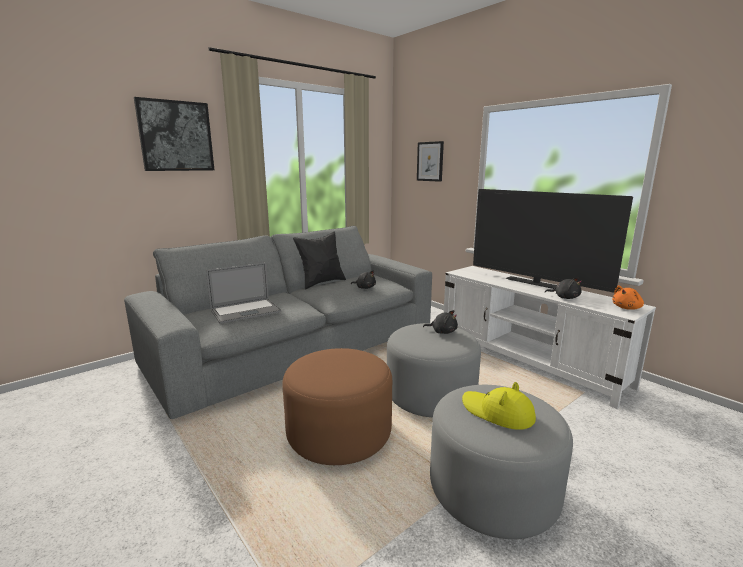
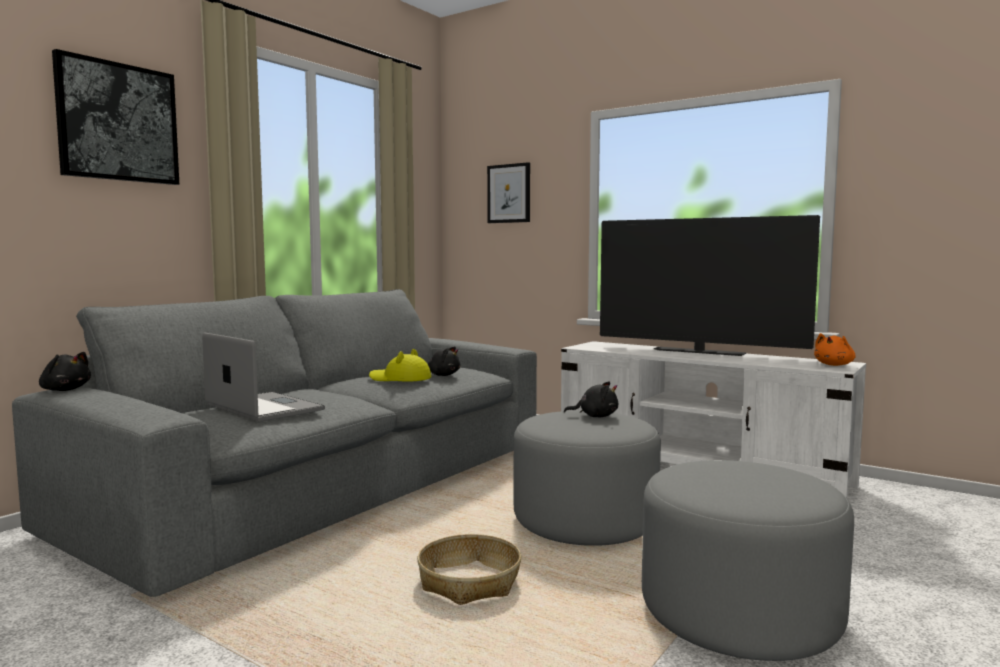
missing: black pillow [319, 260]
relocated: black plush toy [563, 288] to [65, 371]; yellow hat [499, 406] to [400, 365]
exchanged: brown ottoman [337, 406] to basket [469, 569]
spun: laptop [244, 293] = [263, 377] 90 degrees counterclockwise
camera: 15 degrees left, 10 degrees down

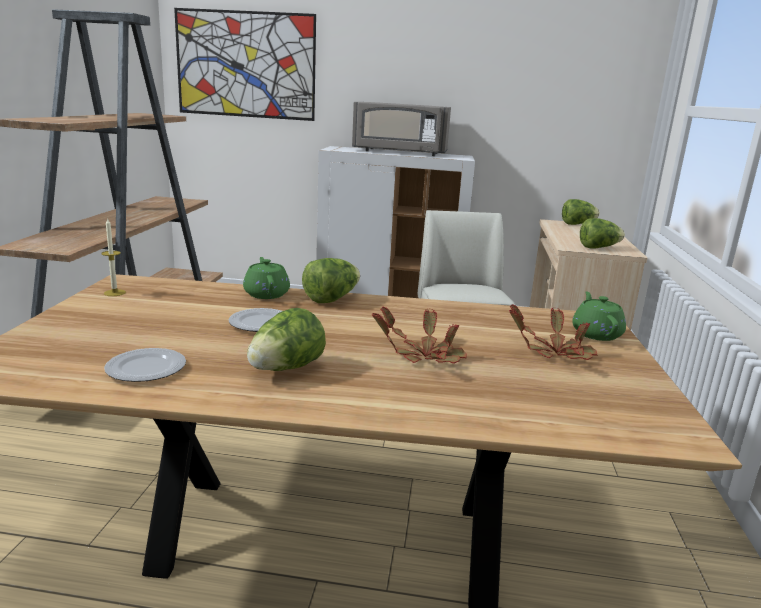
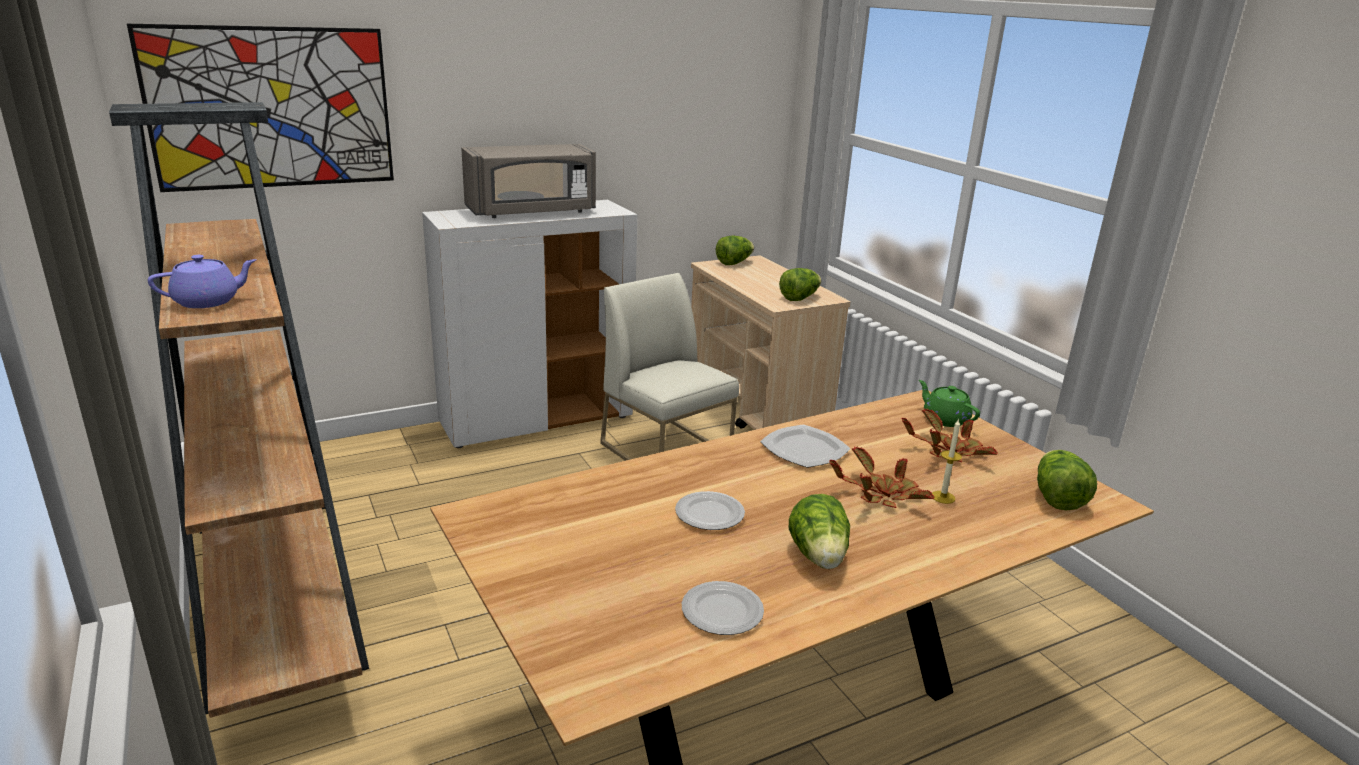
missing: green teapot [266, 278]
appeared: purple teapot [202, 281]; plate [805, 446]
relocated: candle [113, 257] to [947, 461]; lettuce [331, 280] to [1067, 480]
camera: 35 degrees left, 5 degrees up

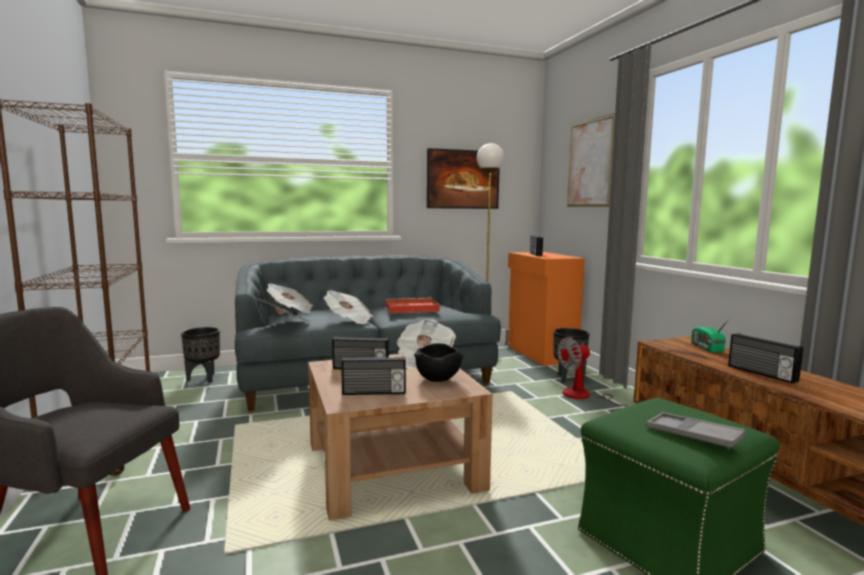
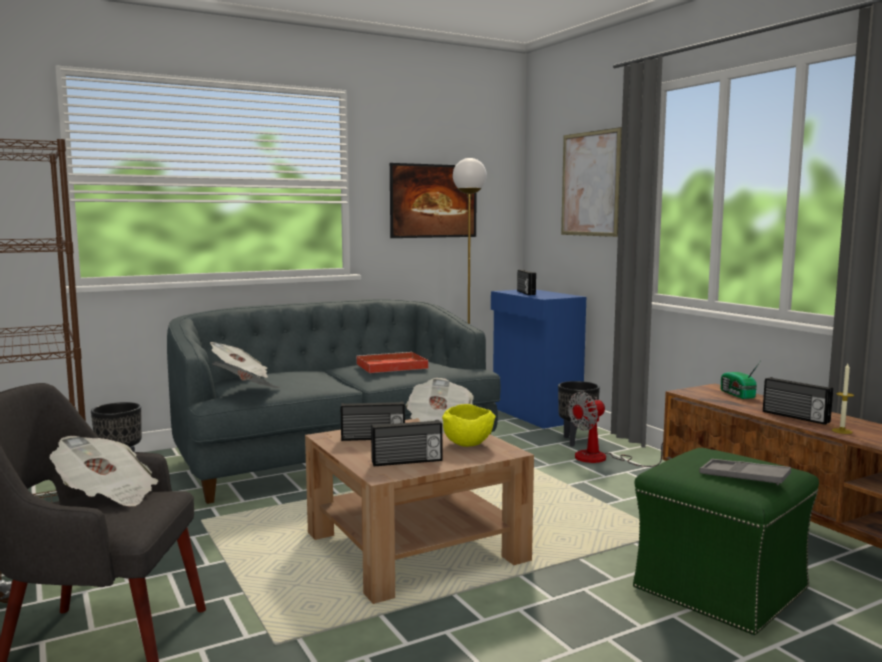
appeared: candle [843, 399]
relocated: newspaper [348, 307] to [104, 471]
colour: orange cabinet [545, 309] to blue cabinet [538, 359]; black bowl [438, 362] to yellow bowl [469, 425]
camera: 10 degrees left, 0 degrees up

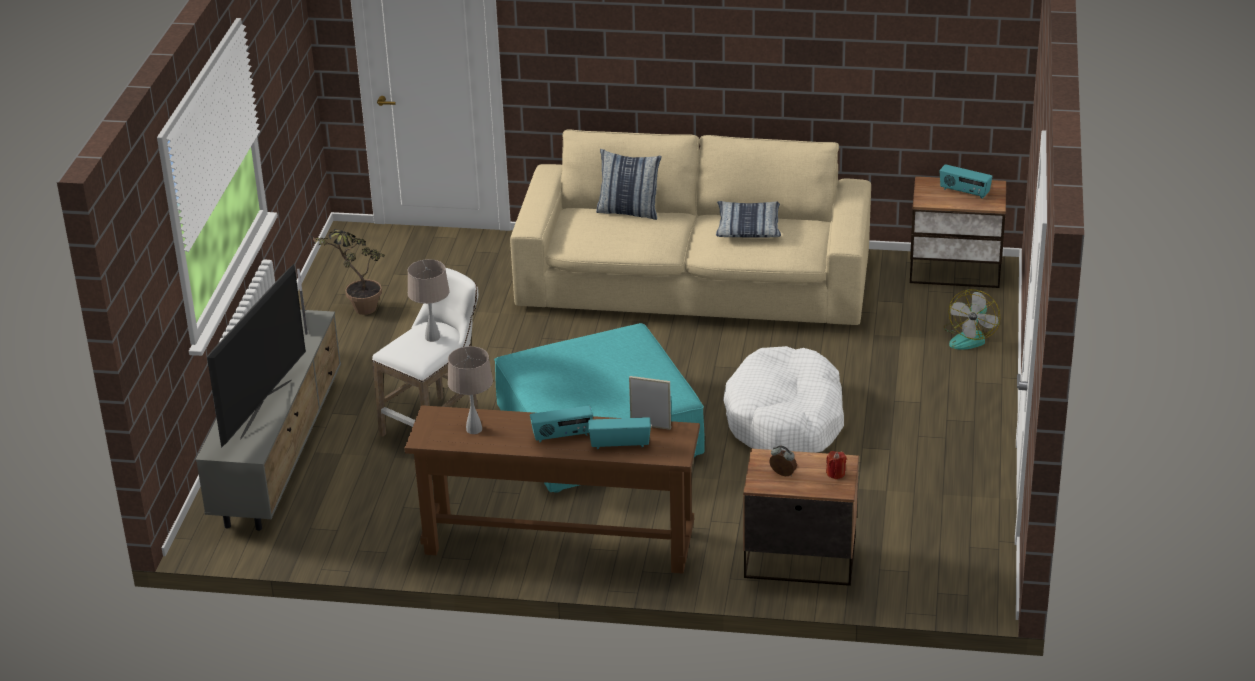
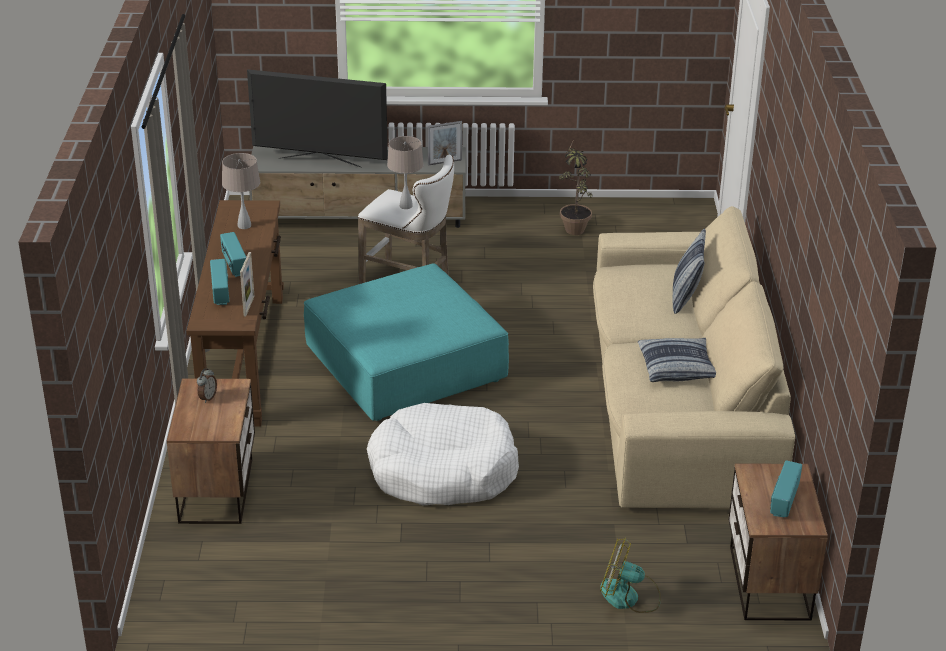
missing: red candle [836, 465]
camera: 80 degrees right, 0 degrees up

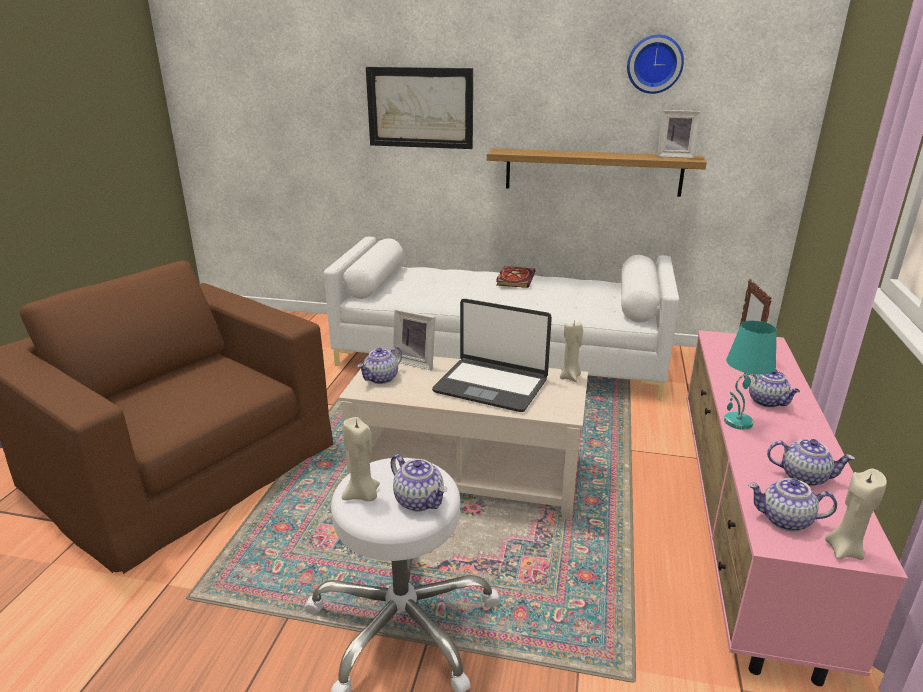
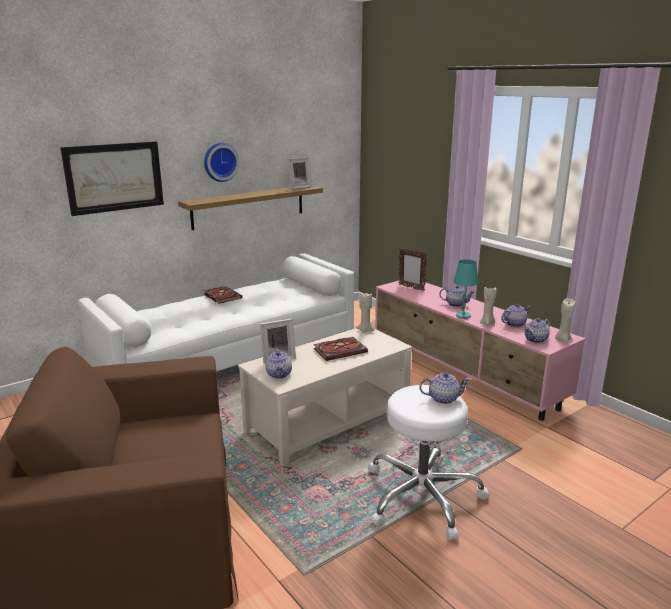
relocated: wall clock [655, 64] to [221, 162]; beige candle [361, 459] to [488, 306]
exchanged: laptop [492, 355] to book [340, 349]
camera: 50 degrees left, 5 degrees down

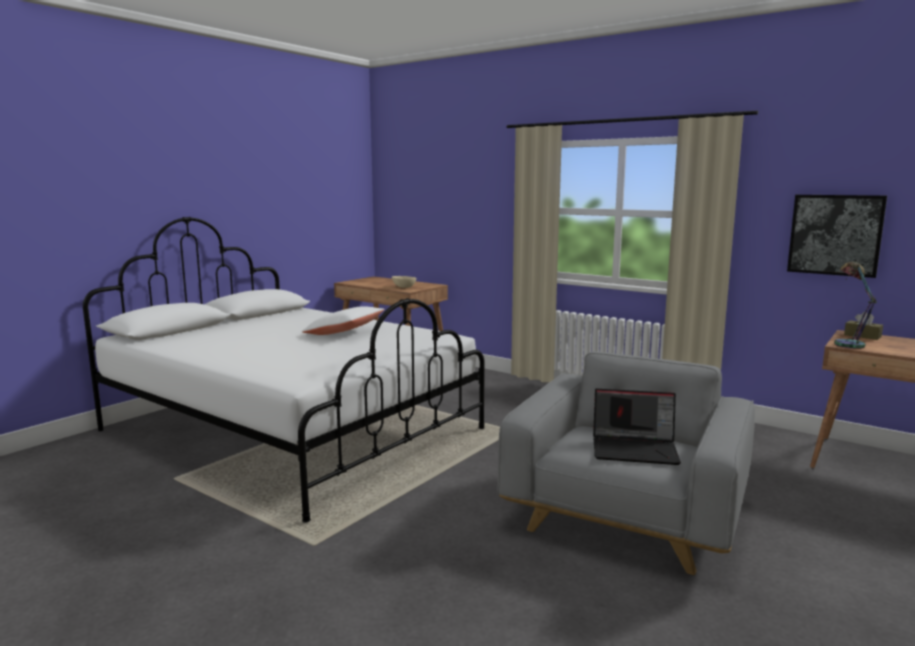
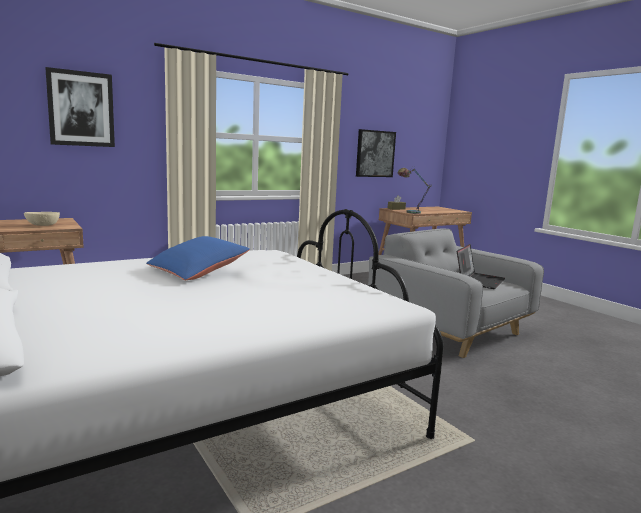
appeared: picture [80, 107]
colour: white pillow [343, 320] to blue pillow [198, 258]
camera: 70 degrees left, 0 degrees up

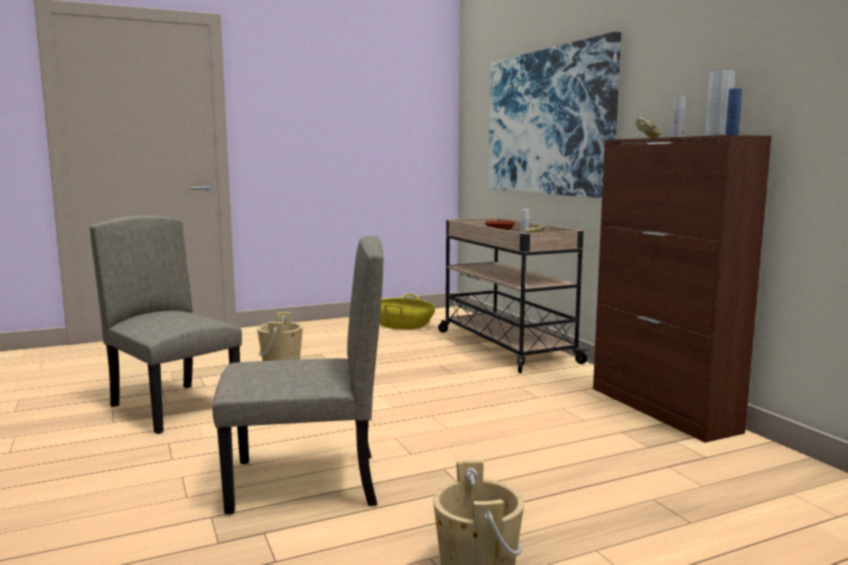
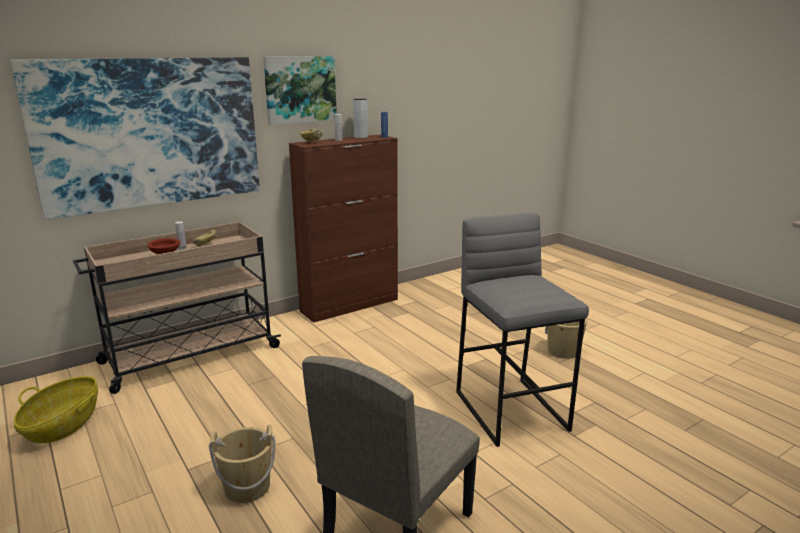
appeared: picture [300, 90]
exchanged: beige chair [298, 375] to grey stool [522, 330]
camera: 100 degrees left, 10 degrees up

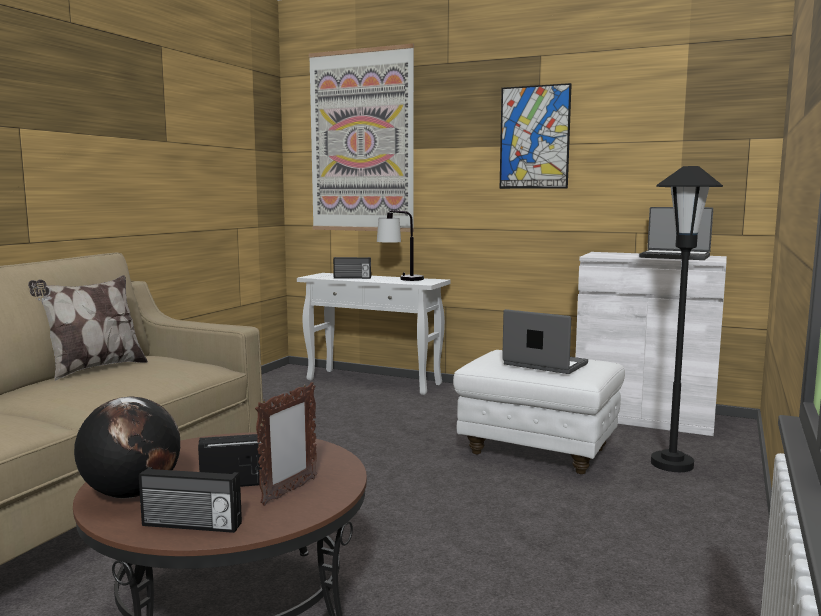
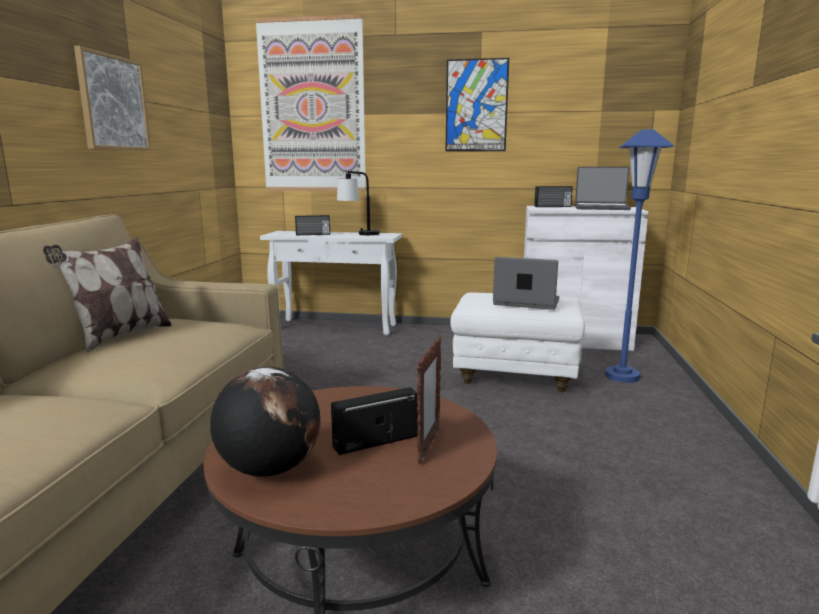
appeared: picture [112, 98]
relocated: radio [190, 500] to [553, 196]
colour: black floor lamp [687, 319] to blue floor lamp [639, 256]
camera: 15 degrees left, 5 degrees up

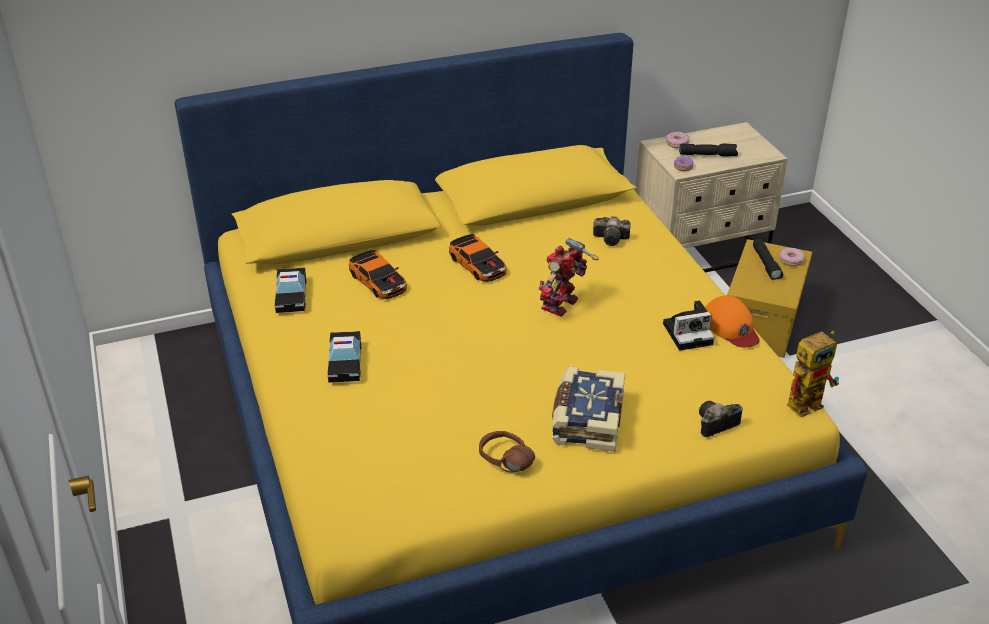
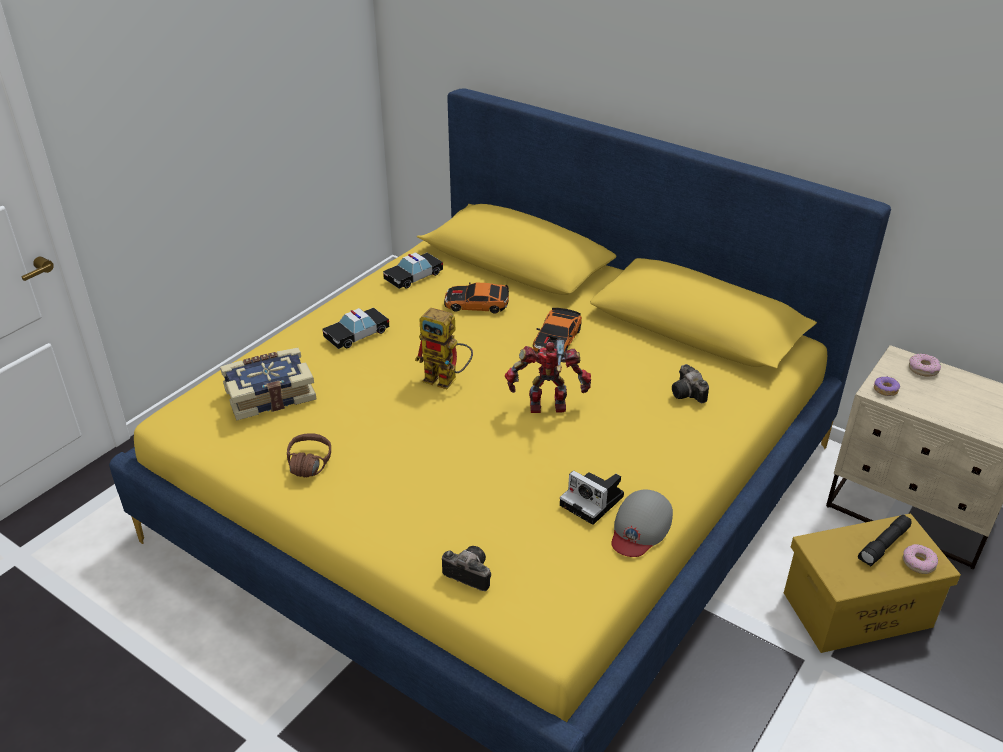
missing: black flashlight [708, 150]
relocated: toy robot [813, 374] to [444, 348]; book [589, 409] to [268, 384]
colour: orange cap [732, 321] to grey cap [642, 523]
spun: toy car [378, 274] = [476, 298] 75 degrees clockwise
camera: 55 degrees right, 0 degrees up

